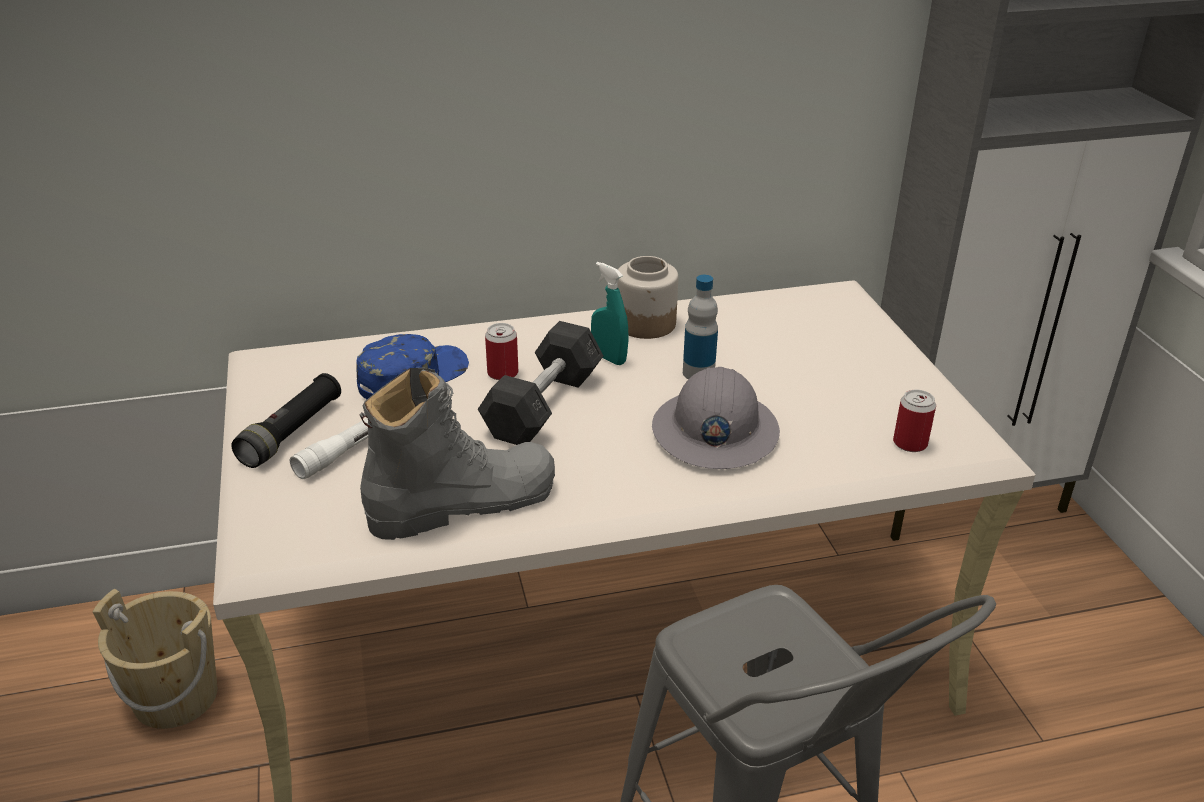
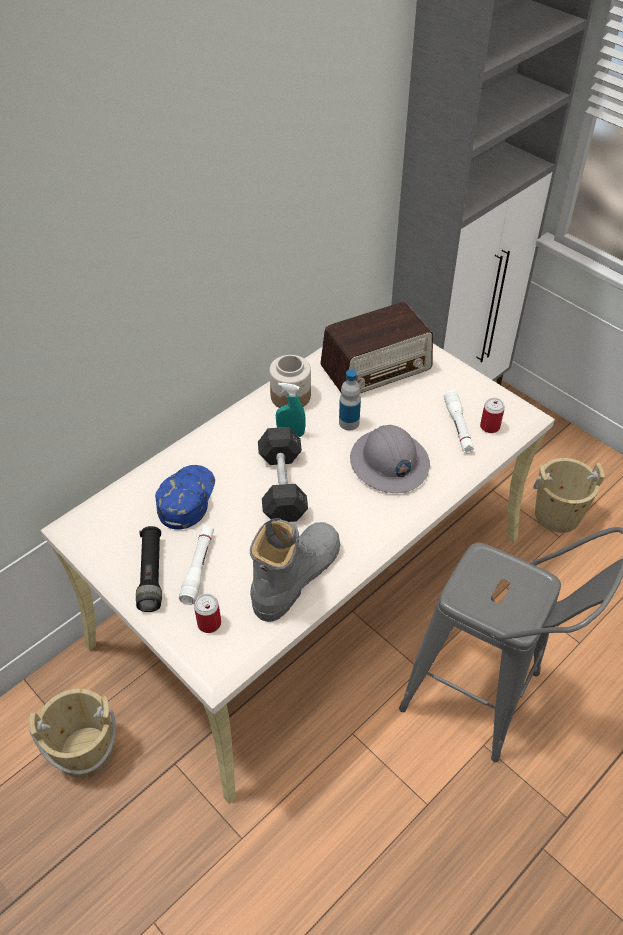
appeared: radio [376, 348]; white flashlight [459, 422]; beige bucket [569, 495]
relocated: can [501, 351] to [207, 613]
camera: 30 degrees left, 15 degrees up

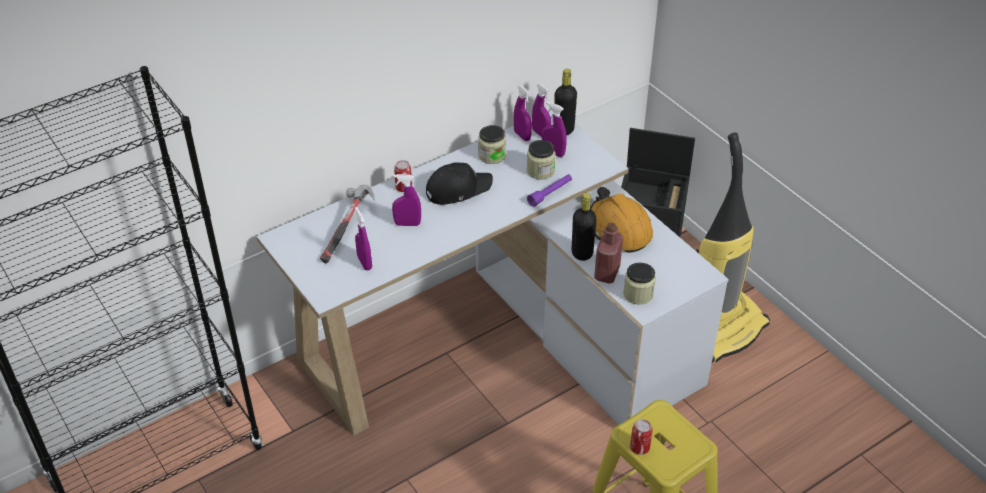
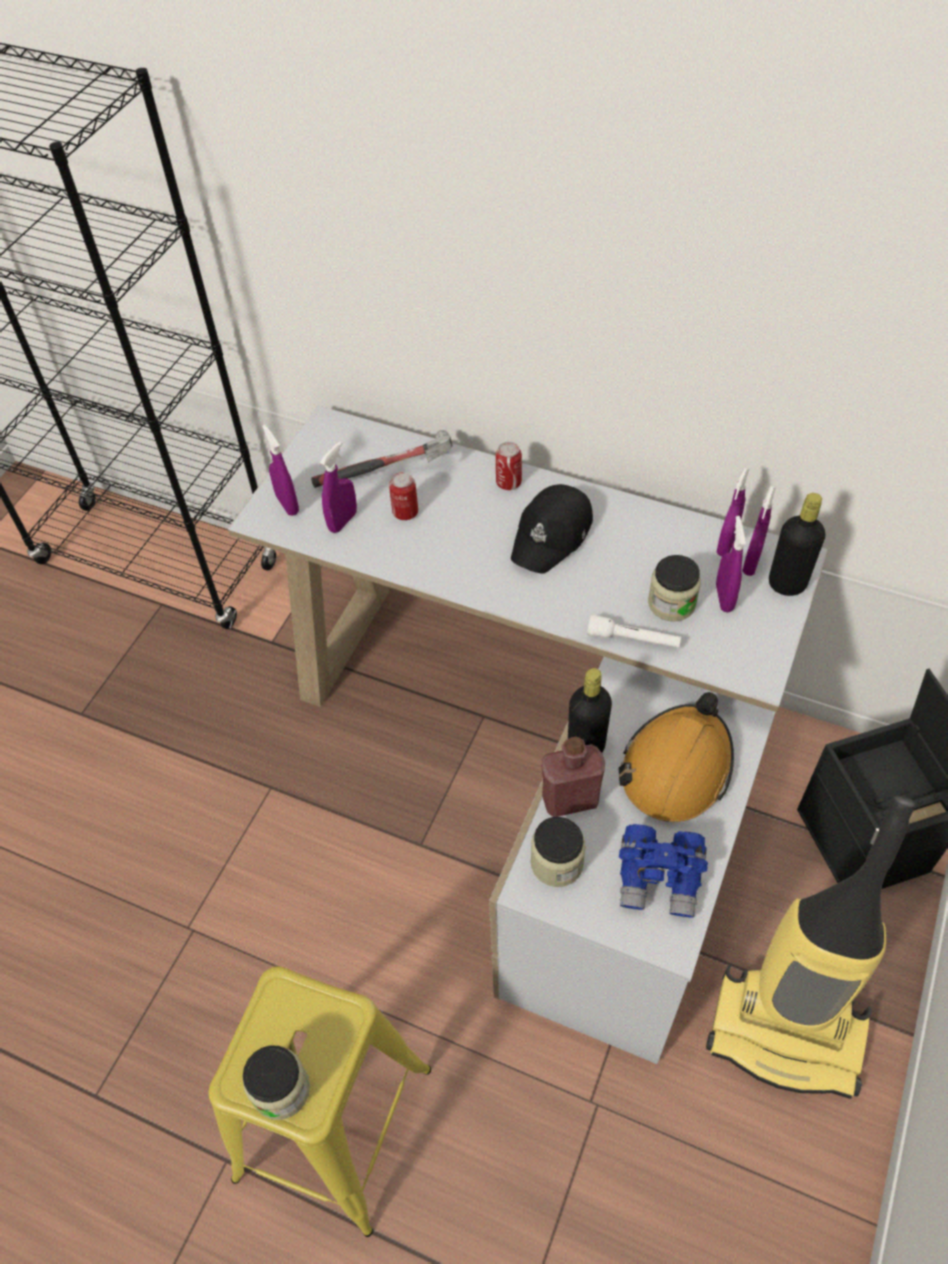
appeared: blue binoculars [663, 871]
relocated: jar [492, 144] to [276, 1082]; purple spray bottle [406, 200] to [280, 470]; can [641, 437] to [403, 496]
colour: purple flashlight [549, 190] to white flashlight [634, 631]
spun: black cap [459, 184] = [552, 529] 90 degrees clockwise
camera: 60 degrees right, 10 degrees up

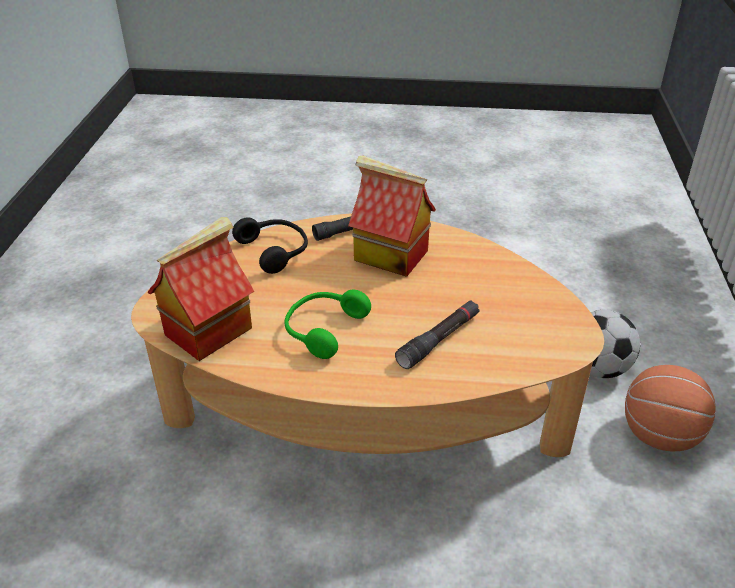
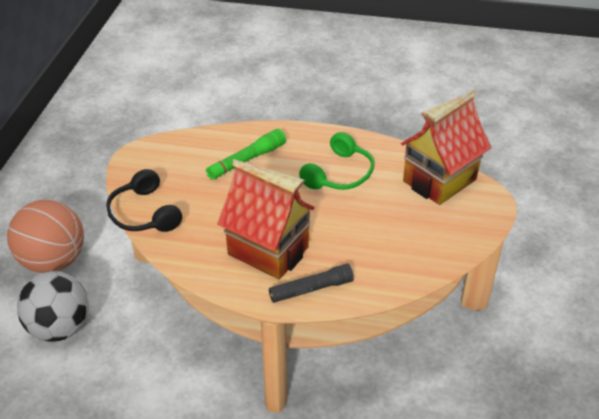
relocated: black headphones [270, 246] to [144, 200]
colour: black flashlight [437, 334] to green flashlight [246, 154]
camera: 175 degrees left, 5 degrees up

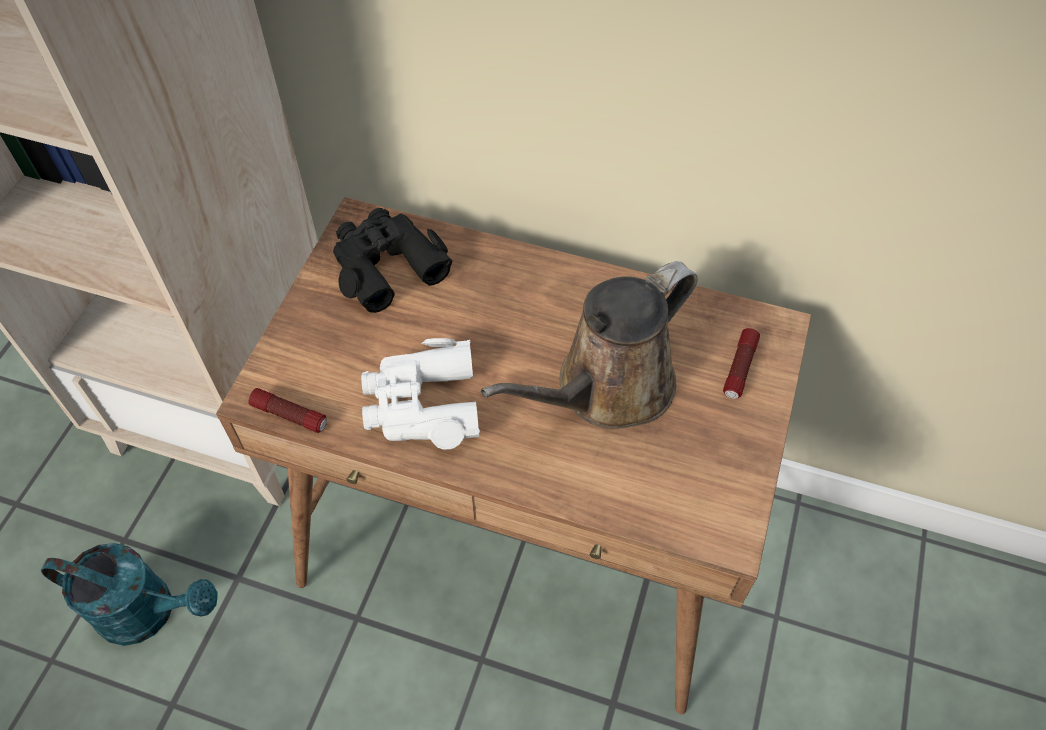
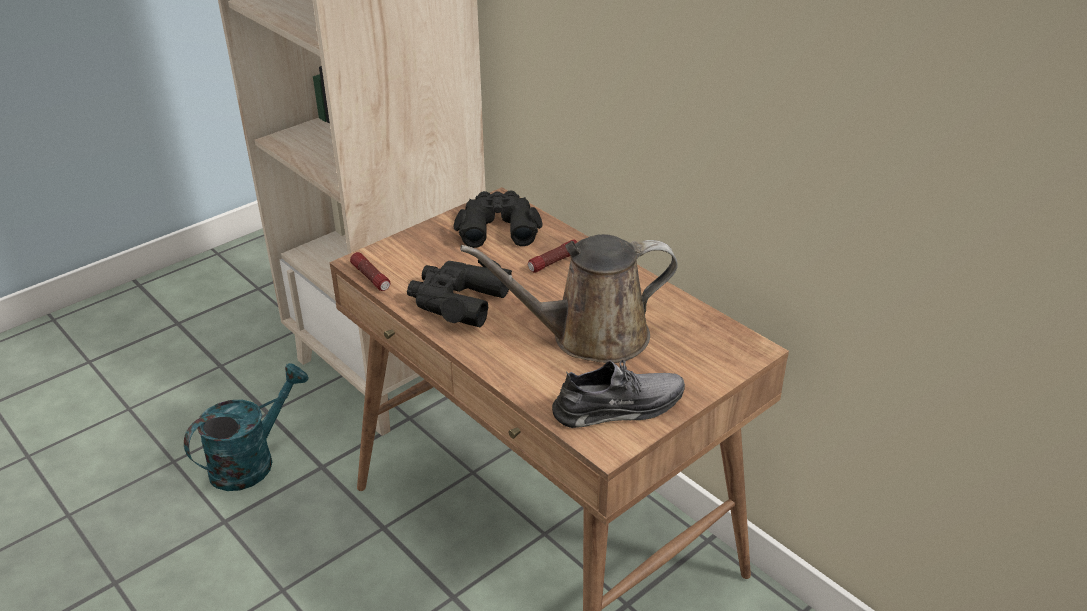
appeared: grey shoe [618, 393]
relocated: flashlight [741, 363] to [552, 256]
colour: white binoculars [420, 394] to black binoculars [459, 293]
spun: turquoise watering can [129, 594] = [246, 427] 90 degrees counterclockwise
camera: 30 degrees right, 20 degrees down

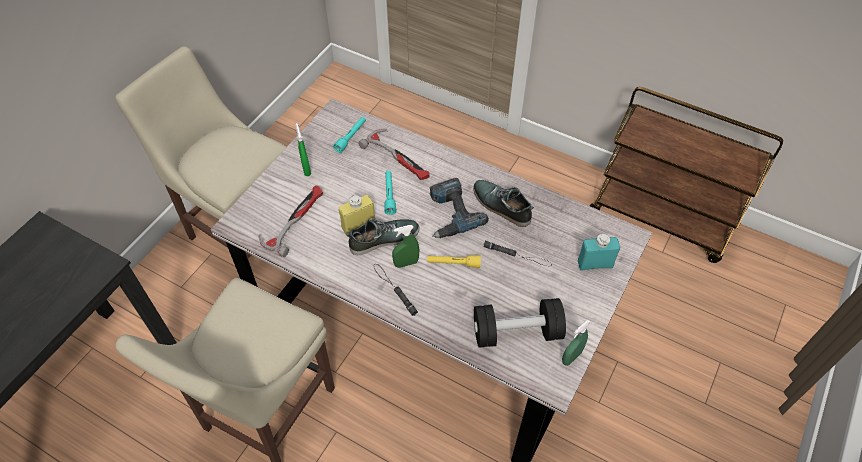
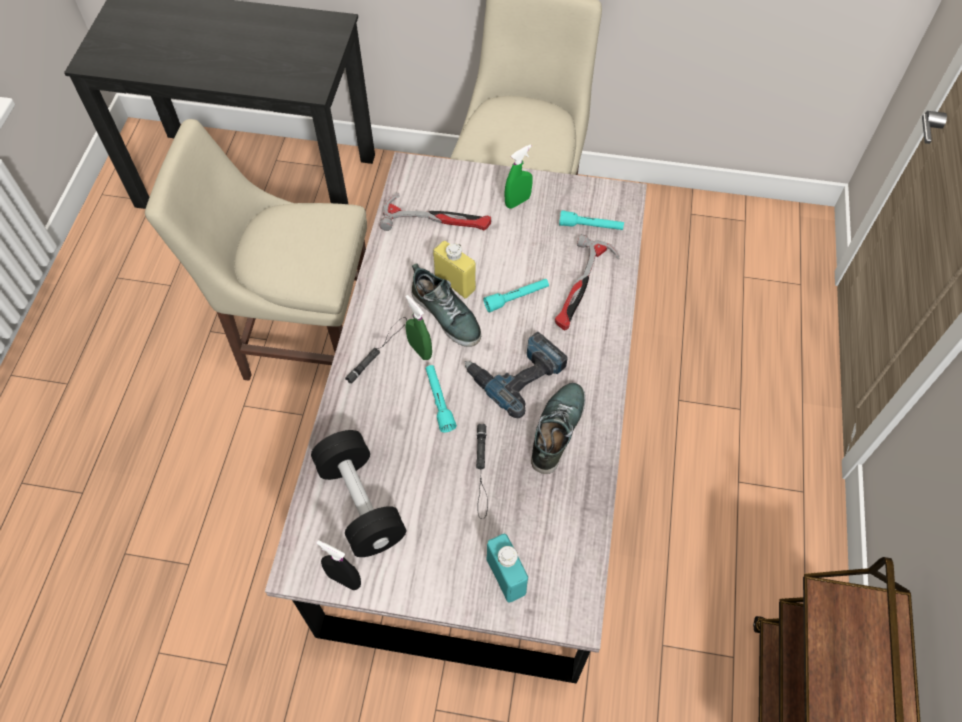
colour: yellow flashlight [454, 261] to turquoise flashlight [441, 398]; green spray bottle [576, 342] to black spray bottle [338, 565]
camera: 70 degrees right, 5 degrees up

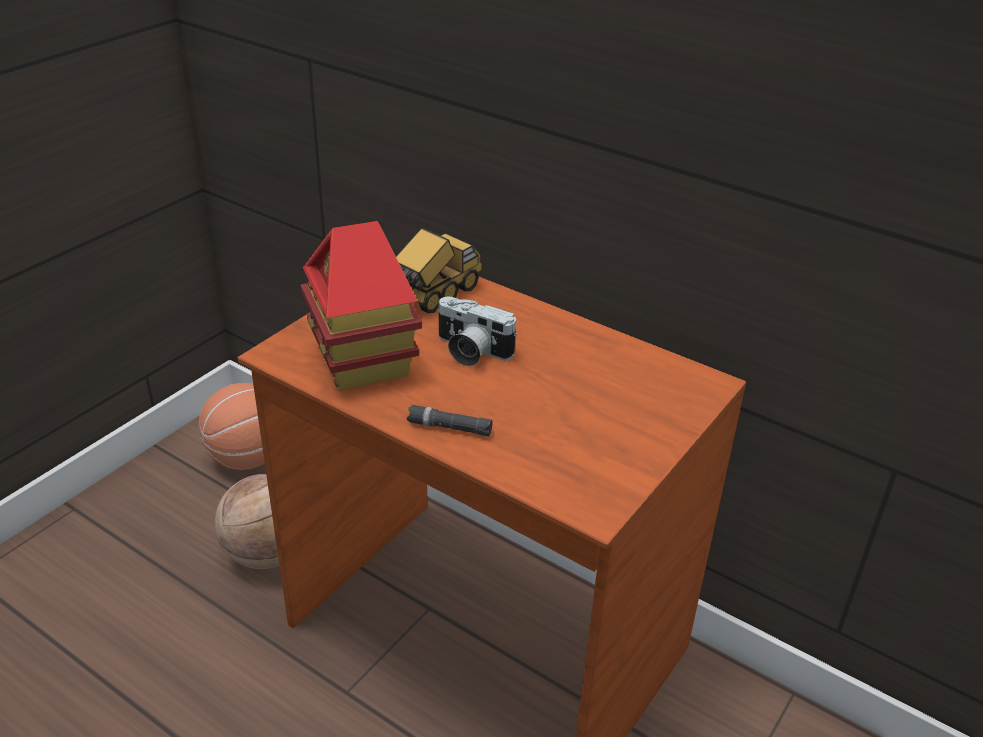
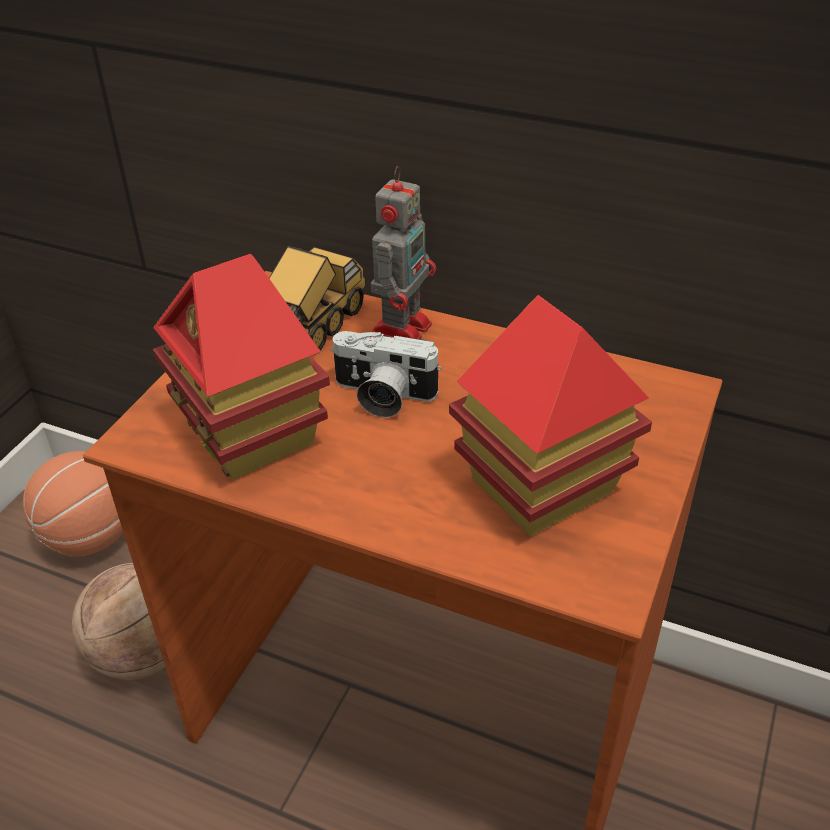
missing: black flashlight [449, 420]
appeared: toy robot [403, 253]; toy house [550, 415]
camera: 10 degrees left, 5 degrees up

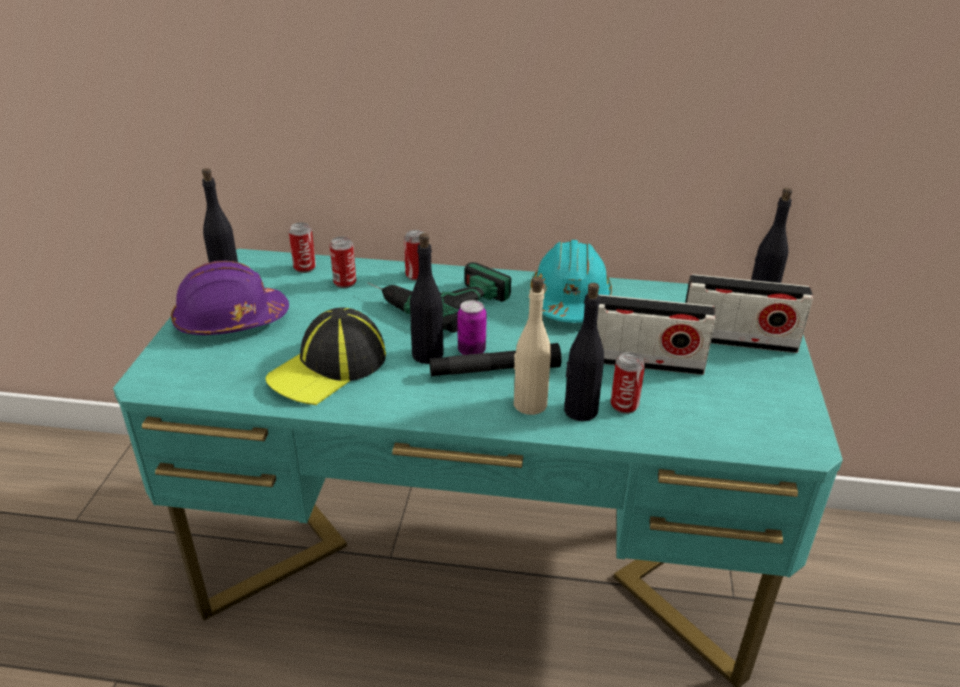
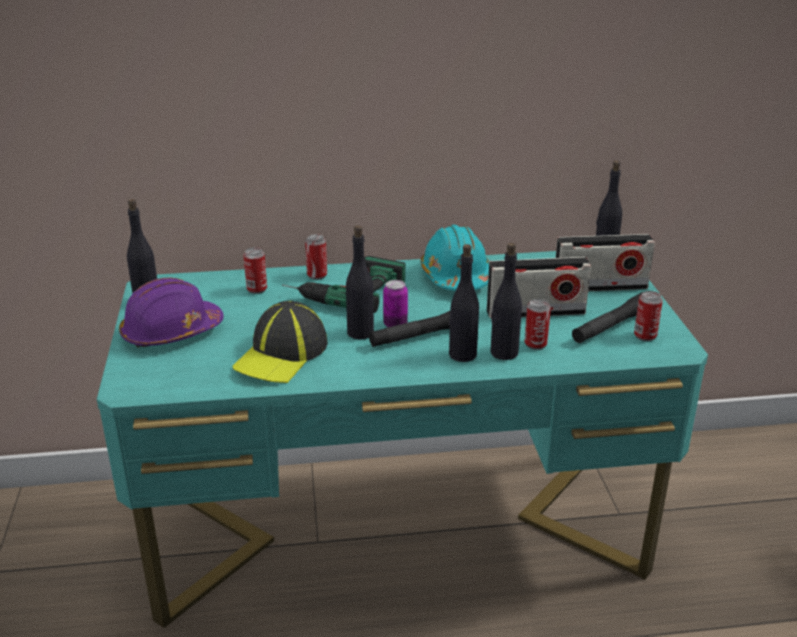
appeared: black flashlight [607, 317]
relocated: can [302, 247] to [648, 316]
colour: beige bottle [532, 346] to black bottle [464, 303]
camera: 15 degrees left, 5 degrees down

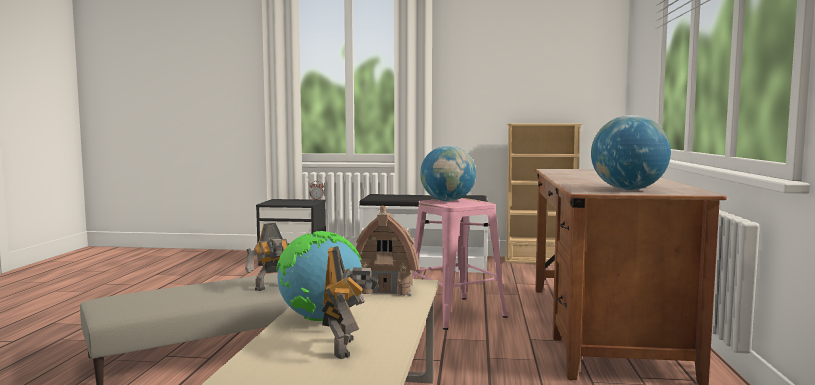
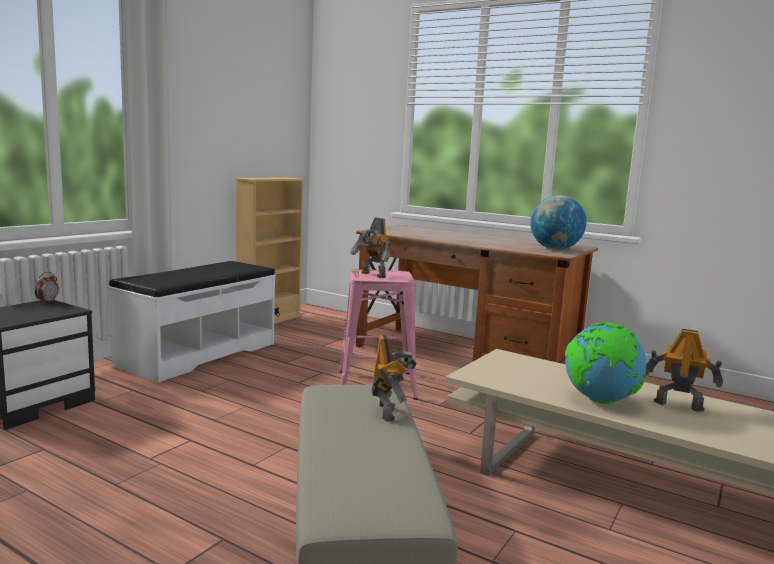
missing: toy house [387, 251]
exchanged: globe [448, 173] to toy robot [370, 247]
camera: 65 degrees left, 5 degrees up

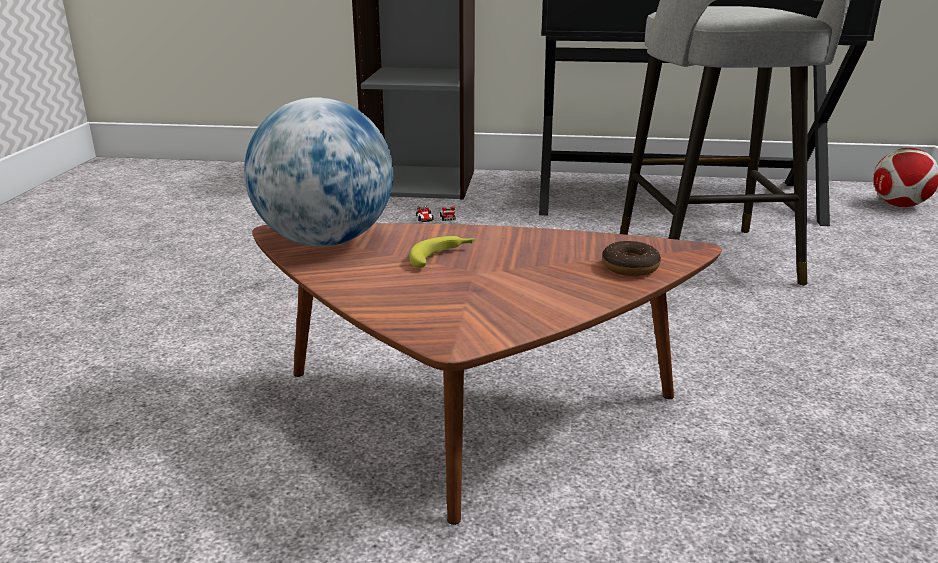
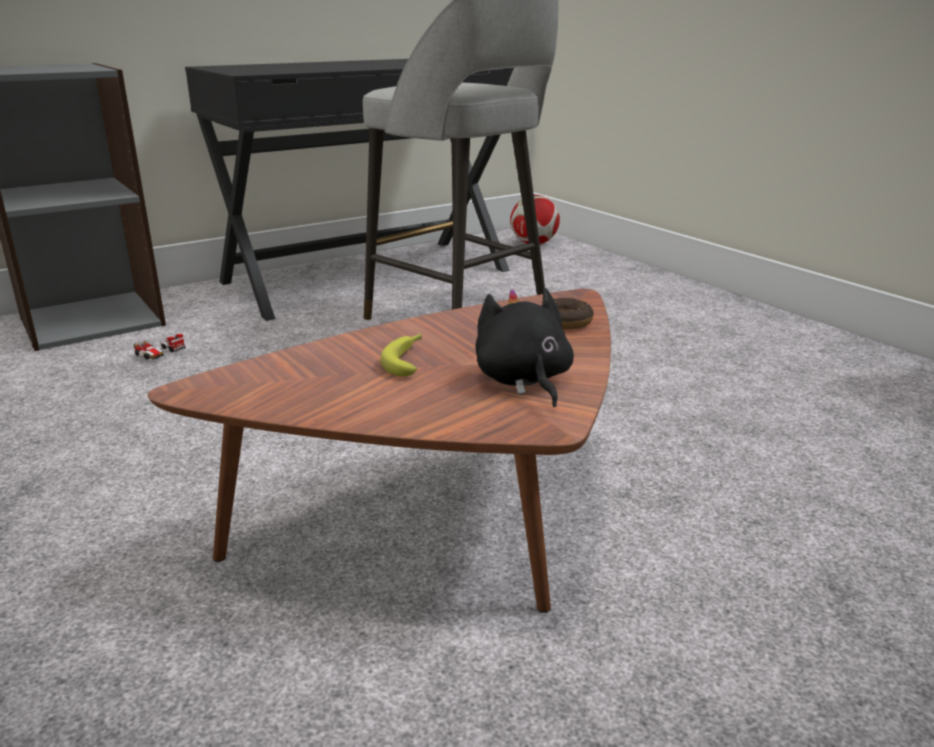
missing: globe [318, 172]
appeared: black plush toy [525, 347]
camera: 40 degrees left, 0 degrees up

